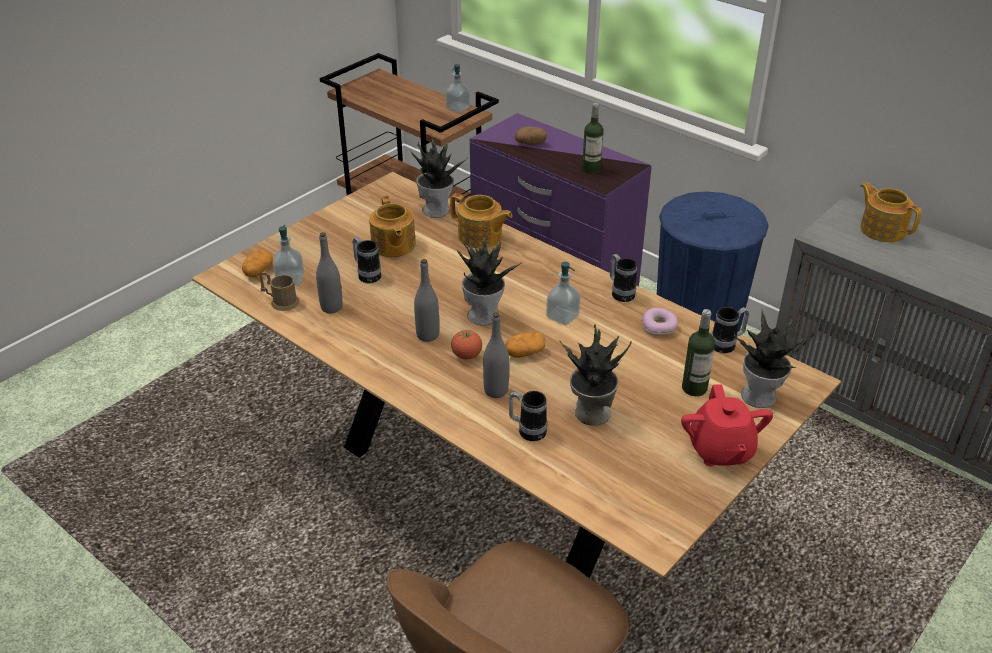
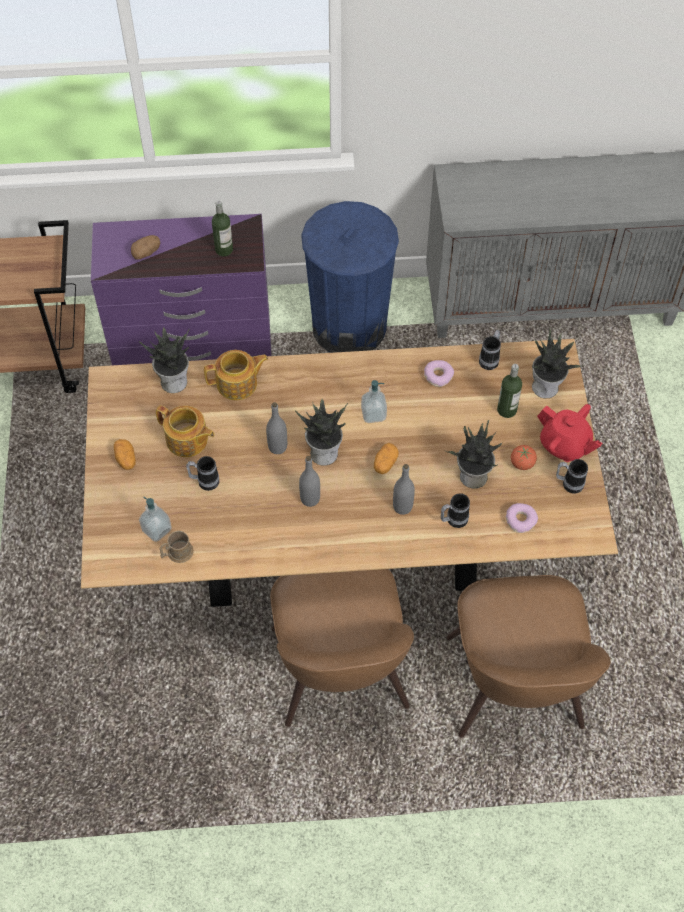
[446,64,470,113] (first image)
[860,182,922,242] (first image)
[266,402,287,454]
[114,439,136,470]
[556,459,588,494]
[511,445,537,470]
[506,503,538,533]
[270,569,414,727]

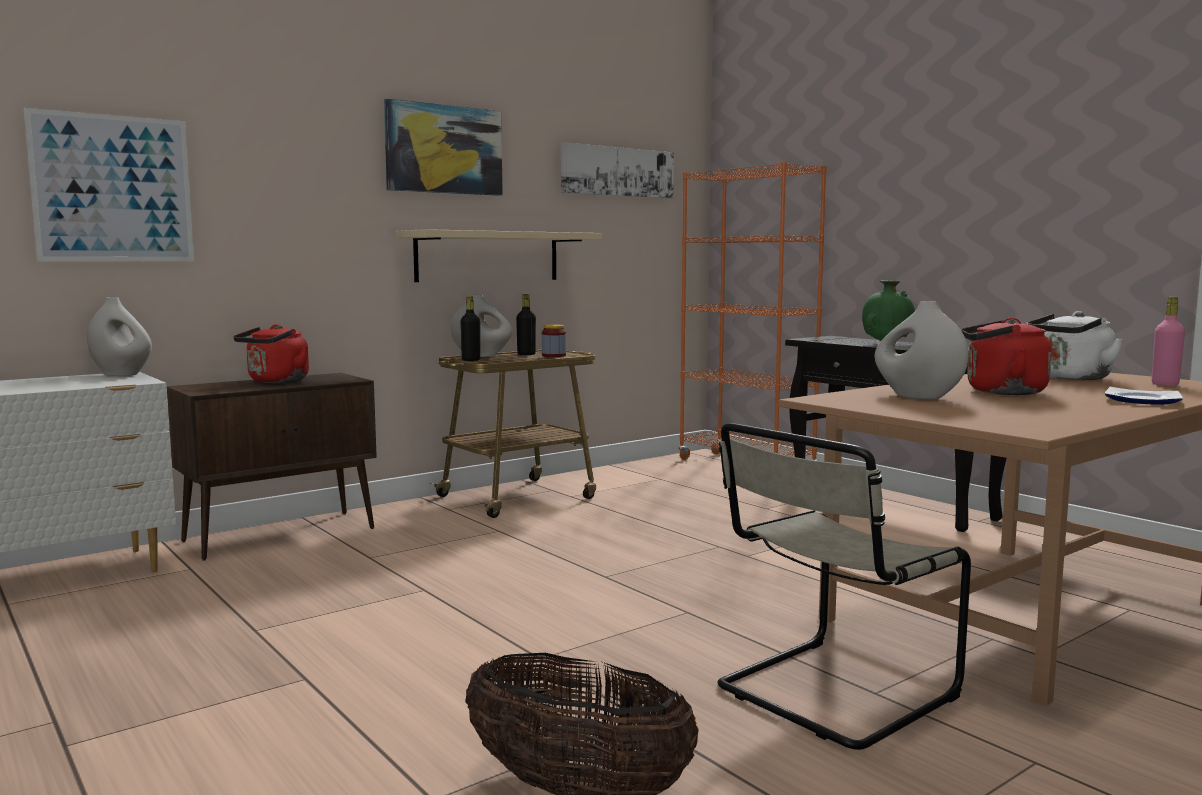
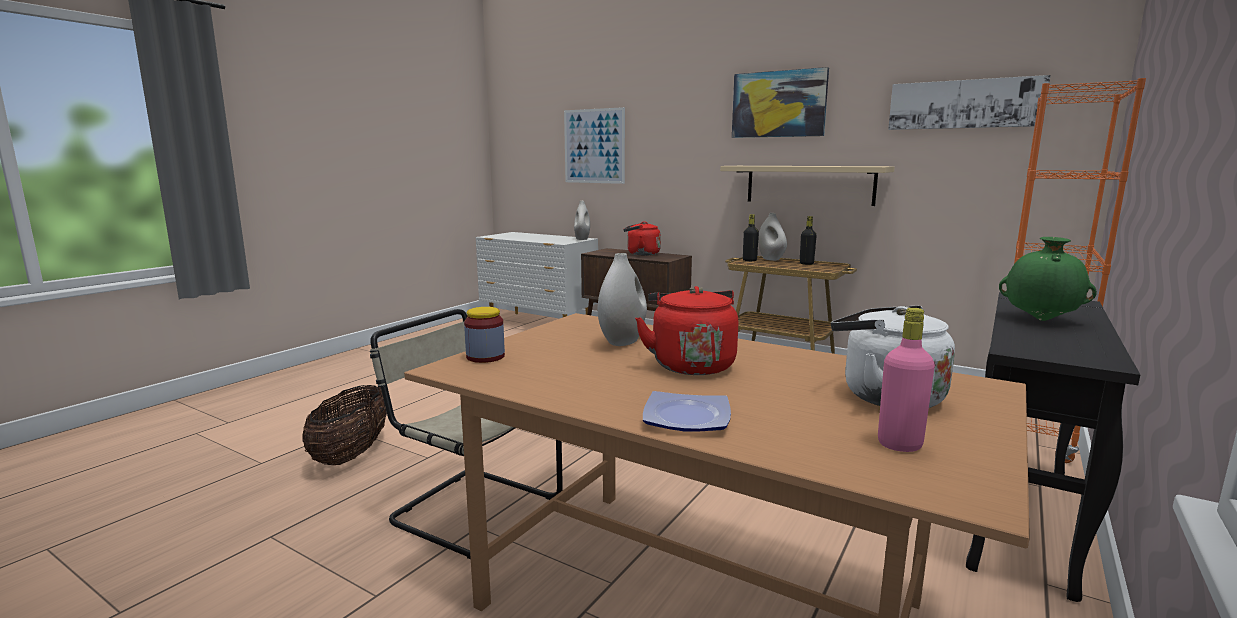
[464,307,505,363]

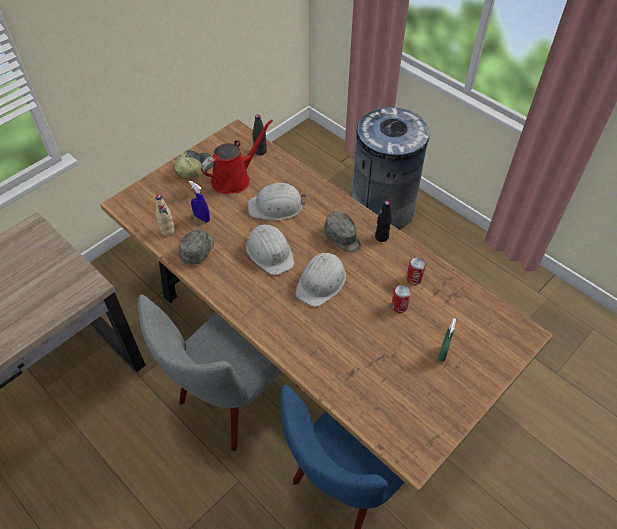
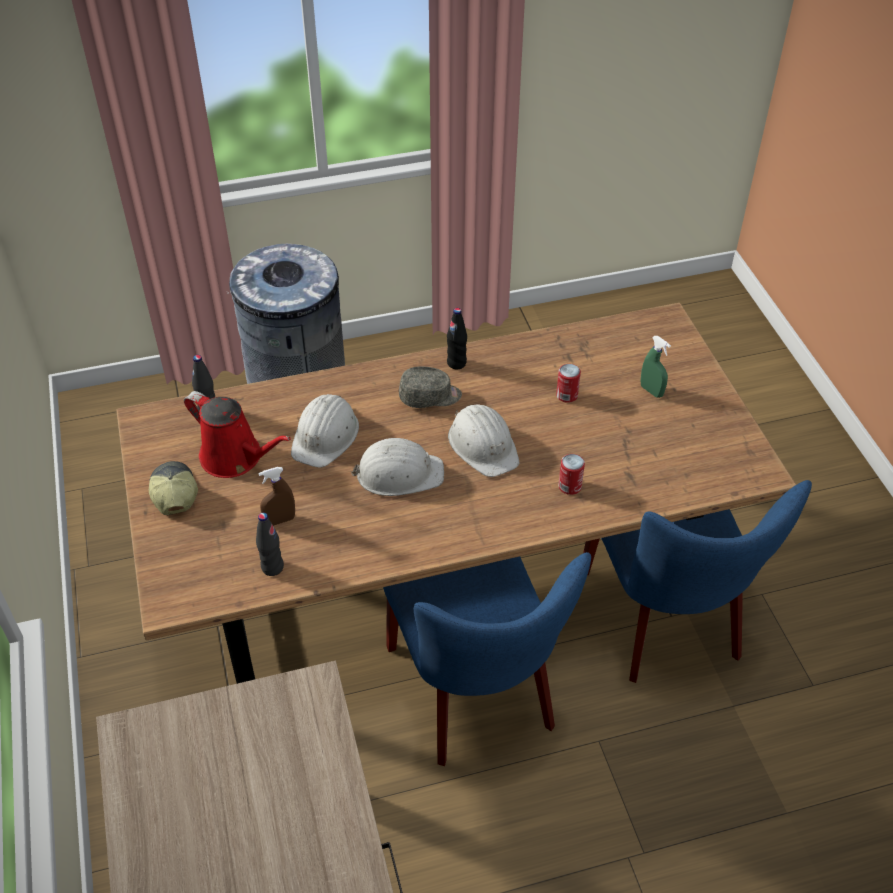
[184,391,291,478]
[258,467,295,526]
[256,513,284,576]
[179,229,214,265] (first image)
[558,454,585,495]
[383,552,591,766]

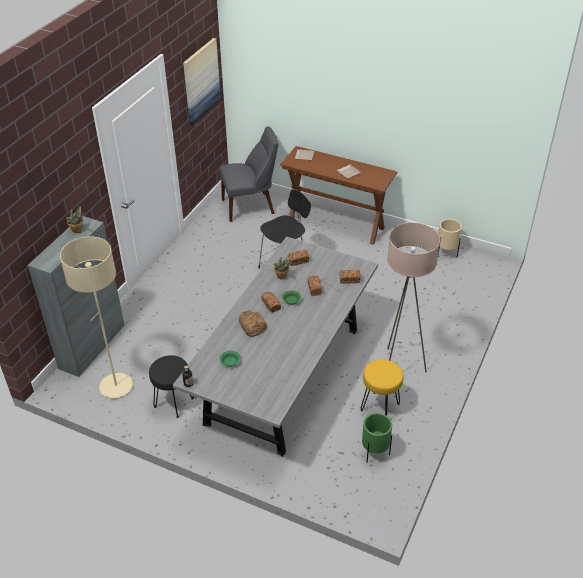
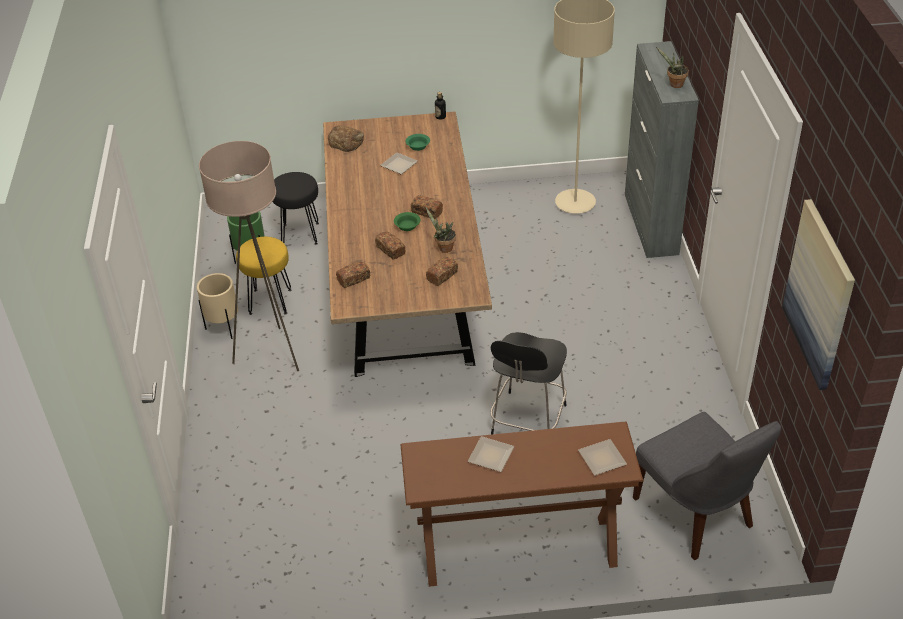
[633,412,781,560]
[197,273,238,339]
[323,112,492,377]
[328,125,364,152]
[273,172,319,245]
[380,152,418,174]

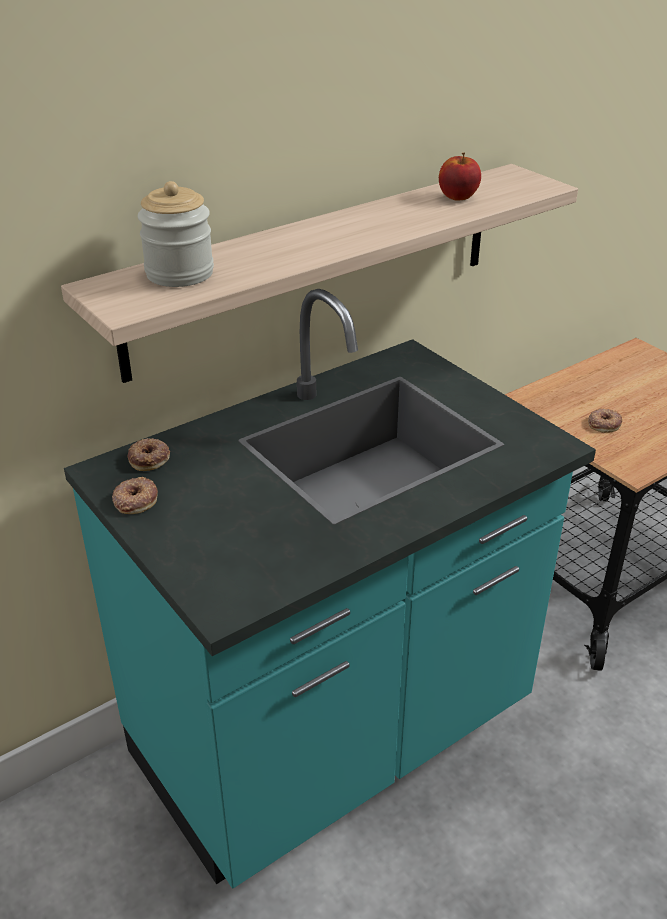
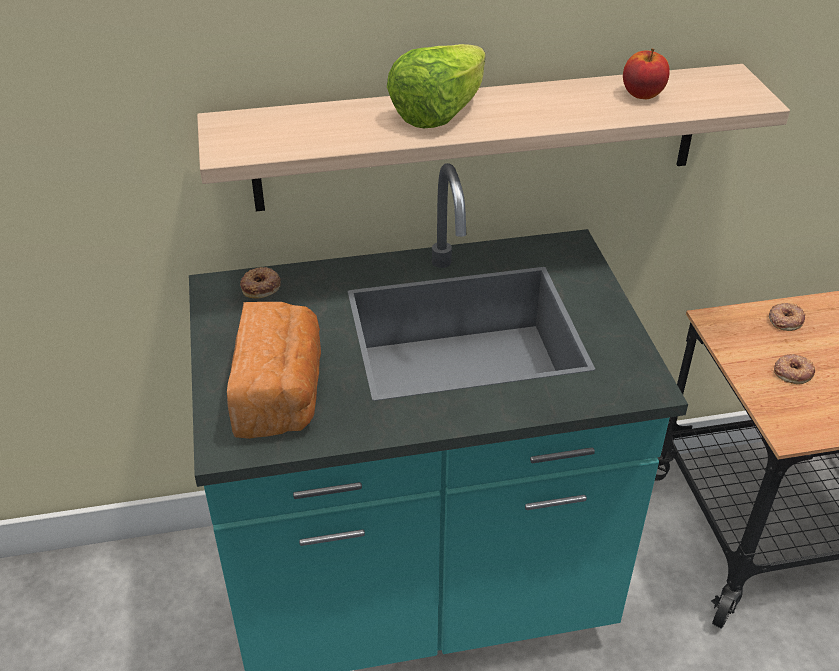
[138,181,214,287] (first image)
[769,303,805,331]
[387,44,485,129]
[227,302,321,439]

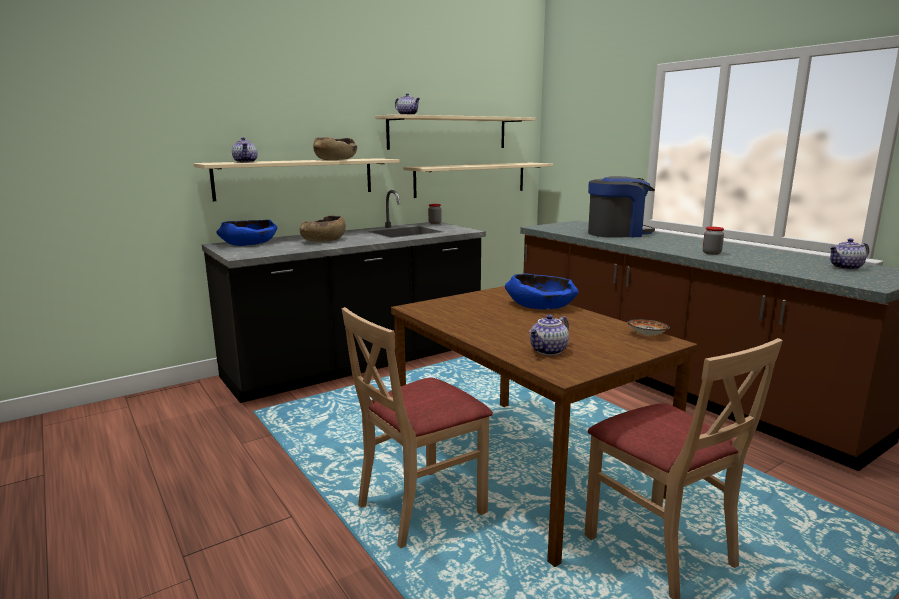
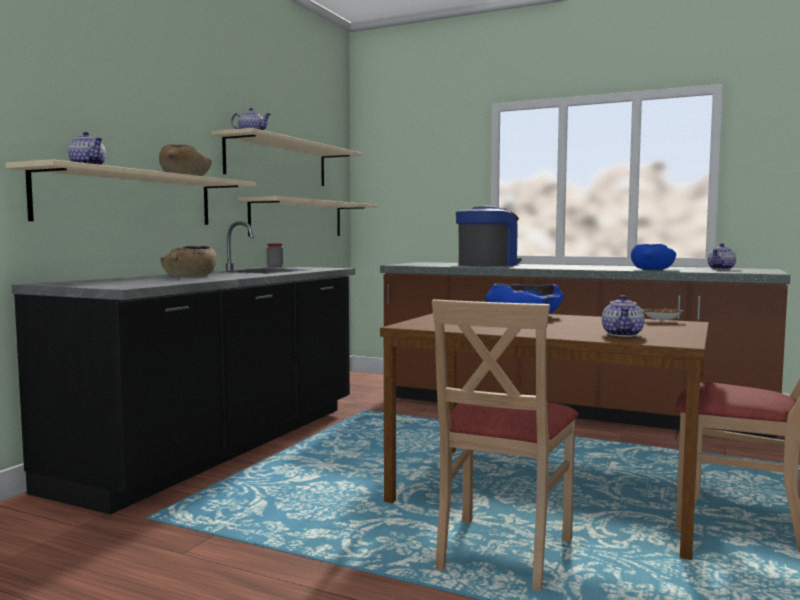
[631,244,676,270]
[703,227,724,255] (first image)

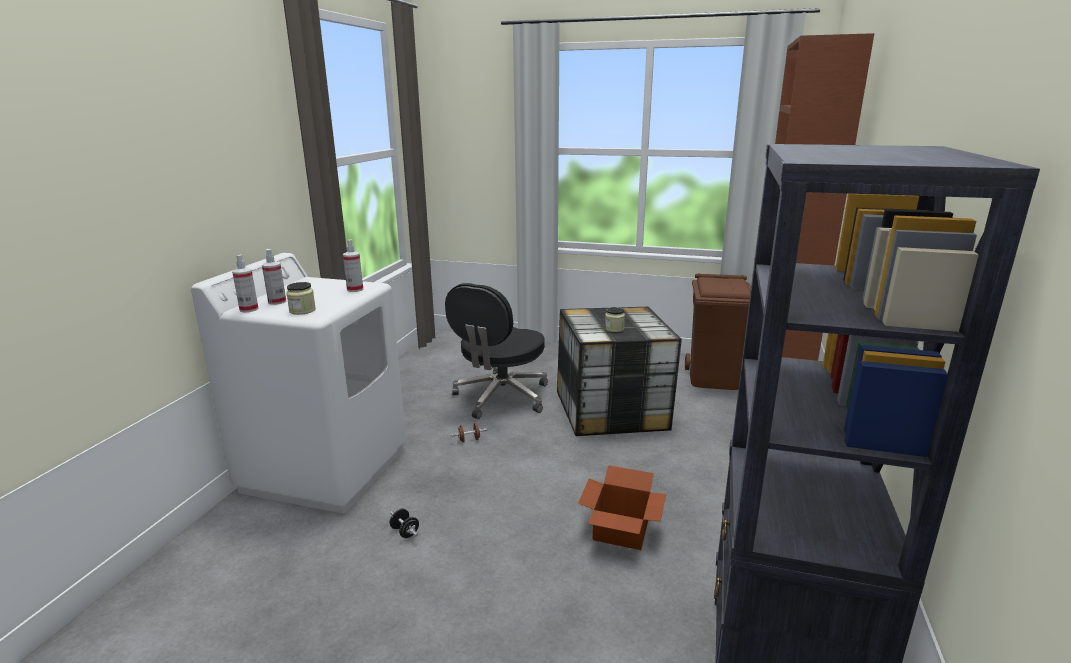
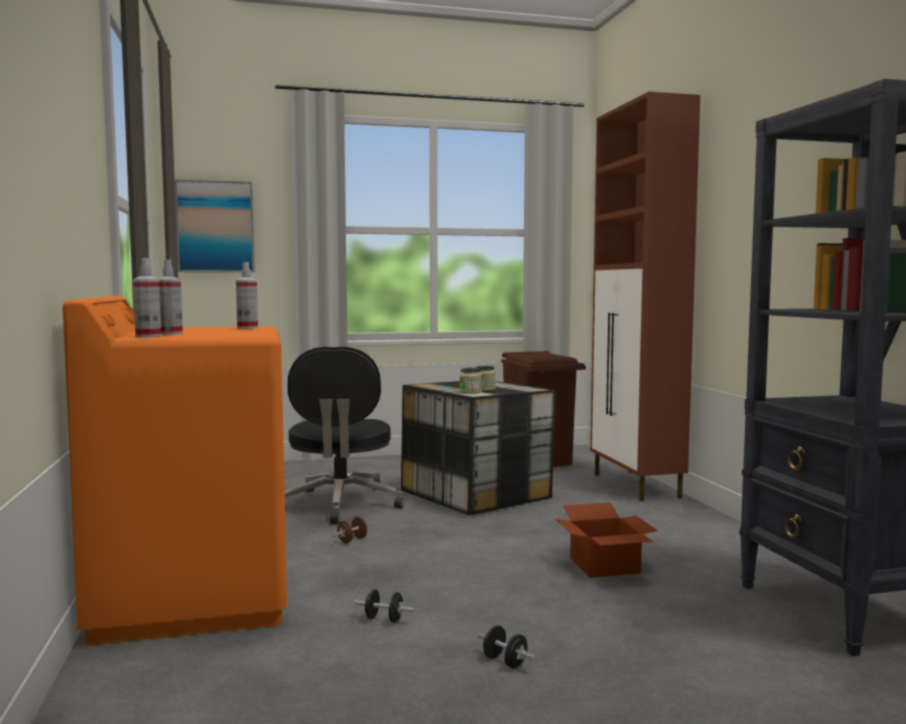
[63,296,287,646]
[460,368,482,394]
[175,179,255,272]
[478,625,535,668]

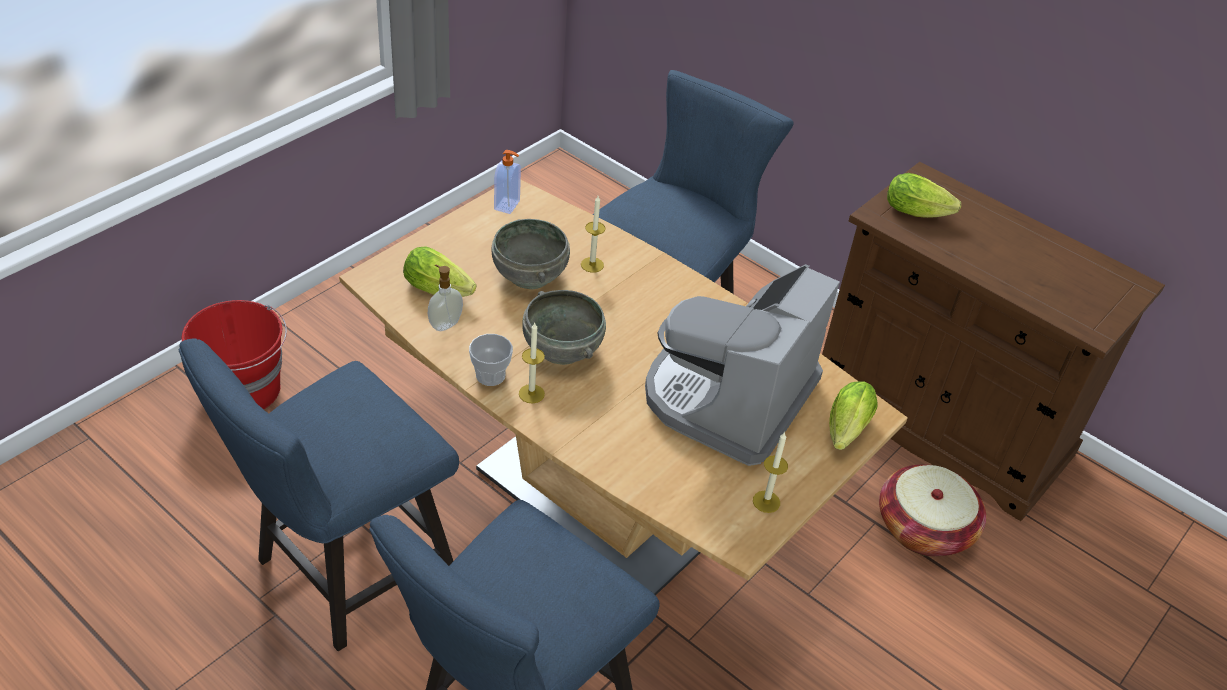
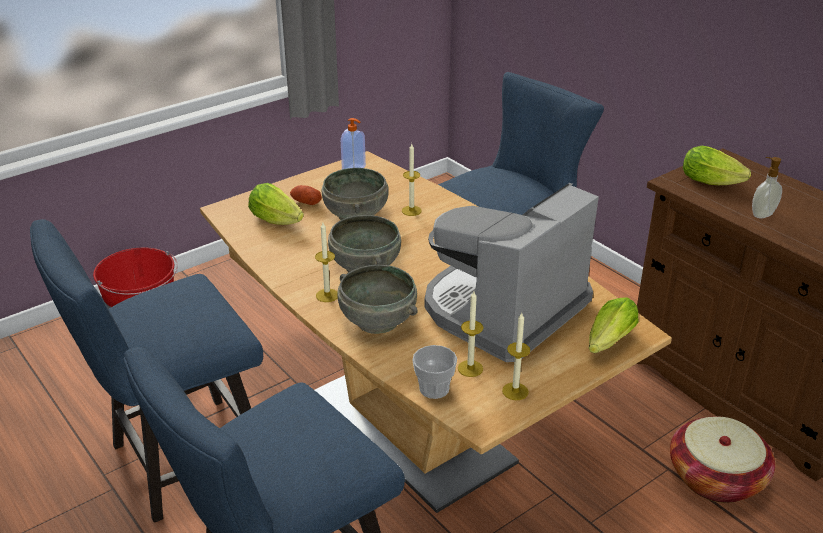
[752,157,782,219]
[413,345,457,399]
[290,185,322,205]
[338,265,418,334]
[458,291,484,377]

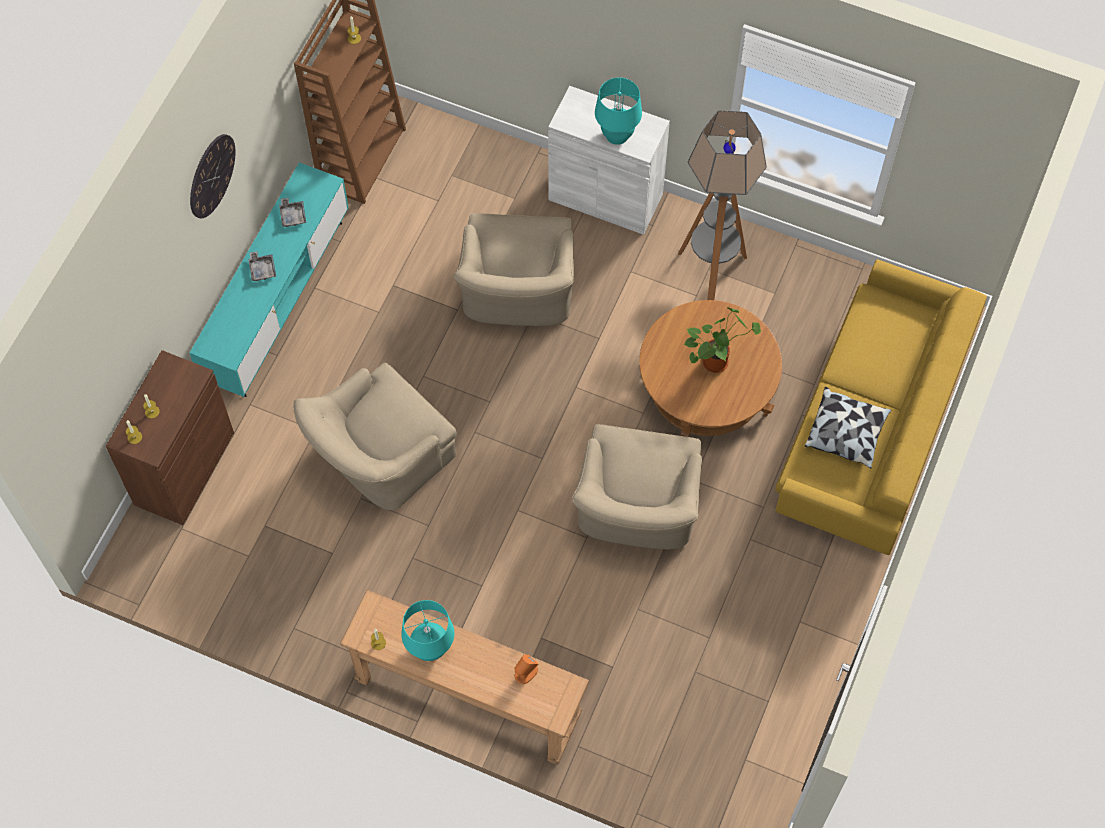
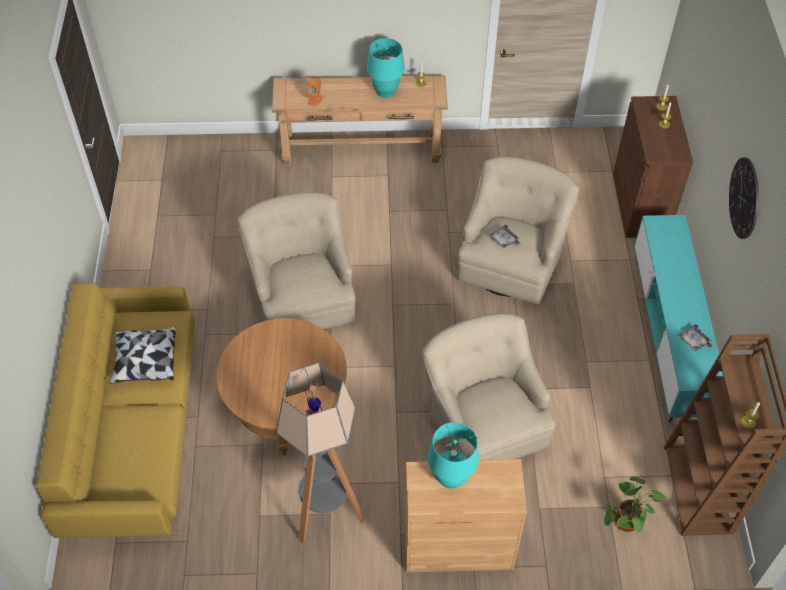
[404,459,527,573]
[490,224,522,248]
[604,475,666,533]

